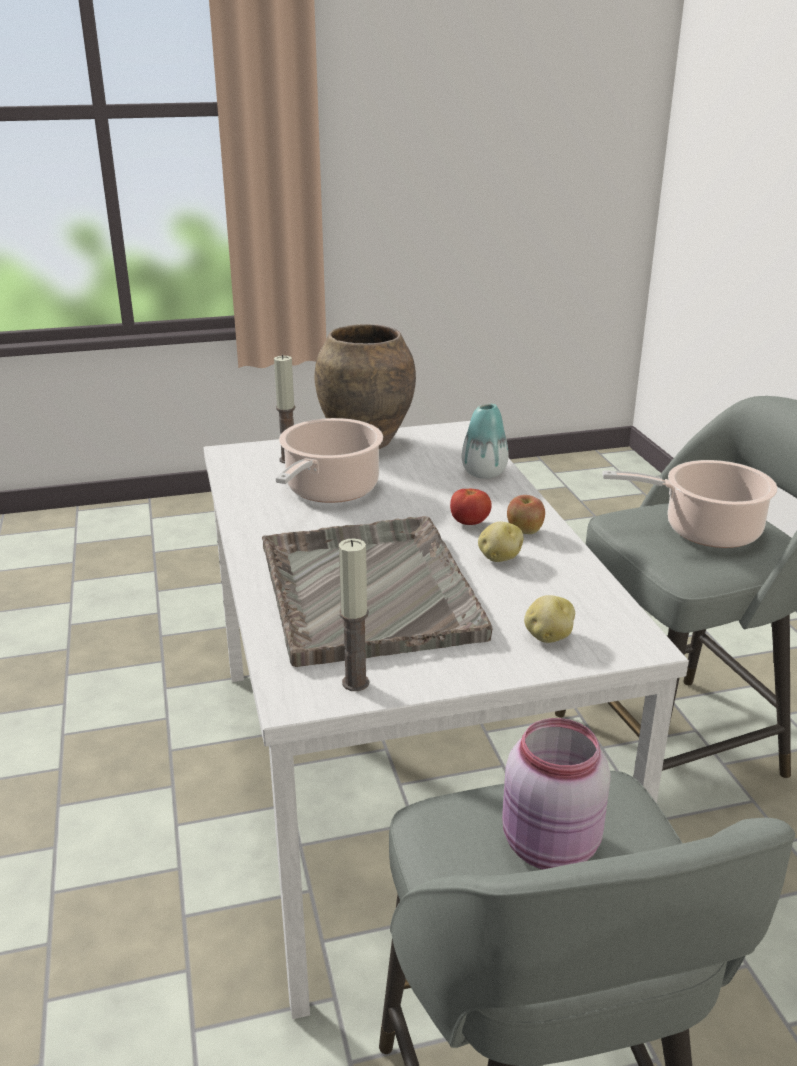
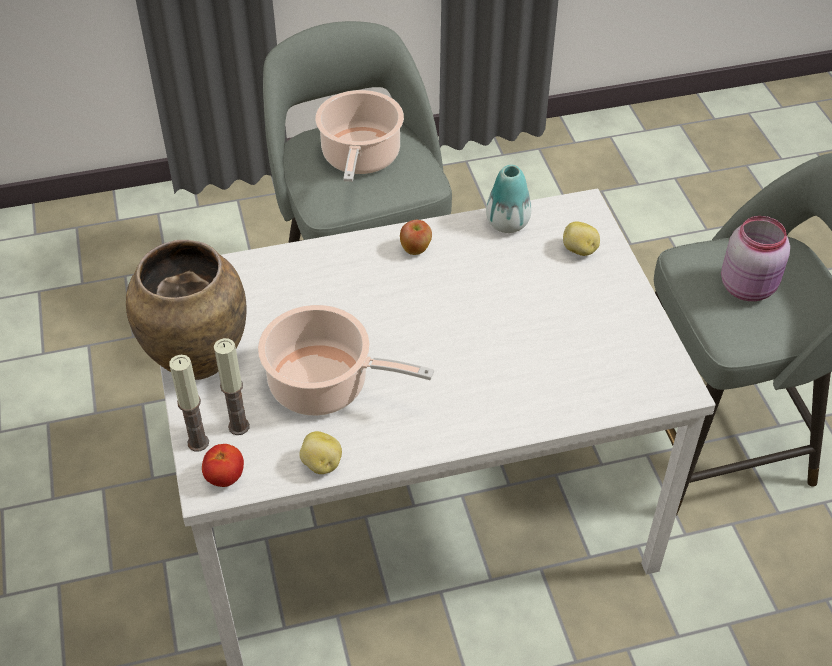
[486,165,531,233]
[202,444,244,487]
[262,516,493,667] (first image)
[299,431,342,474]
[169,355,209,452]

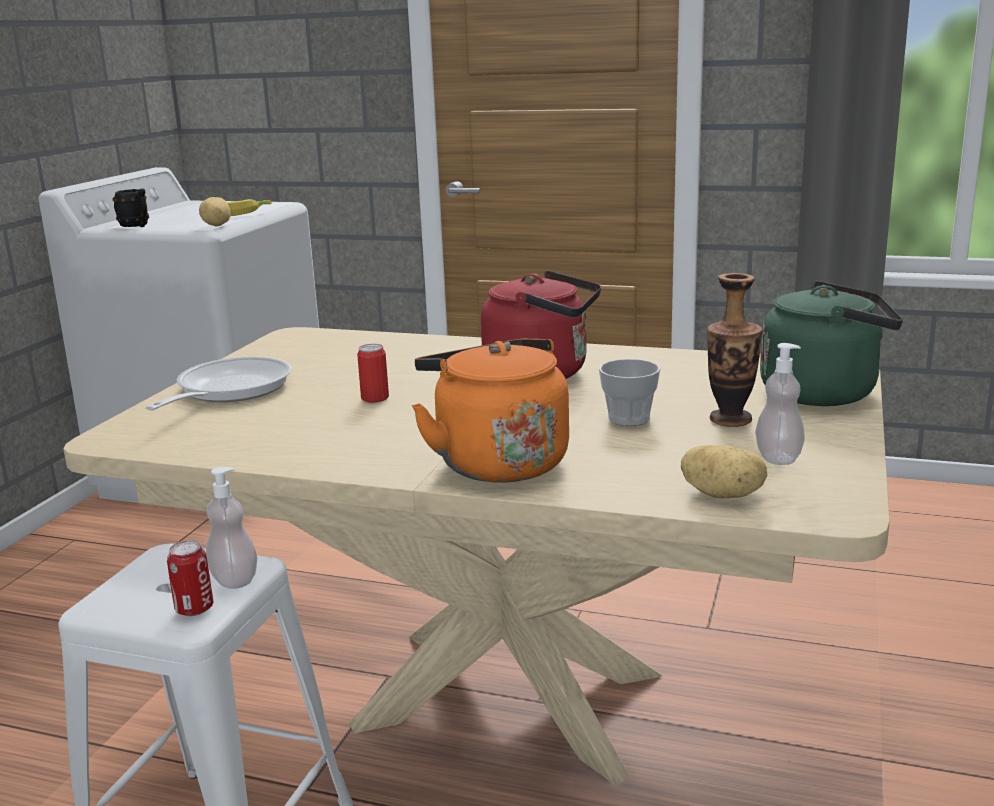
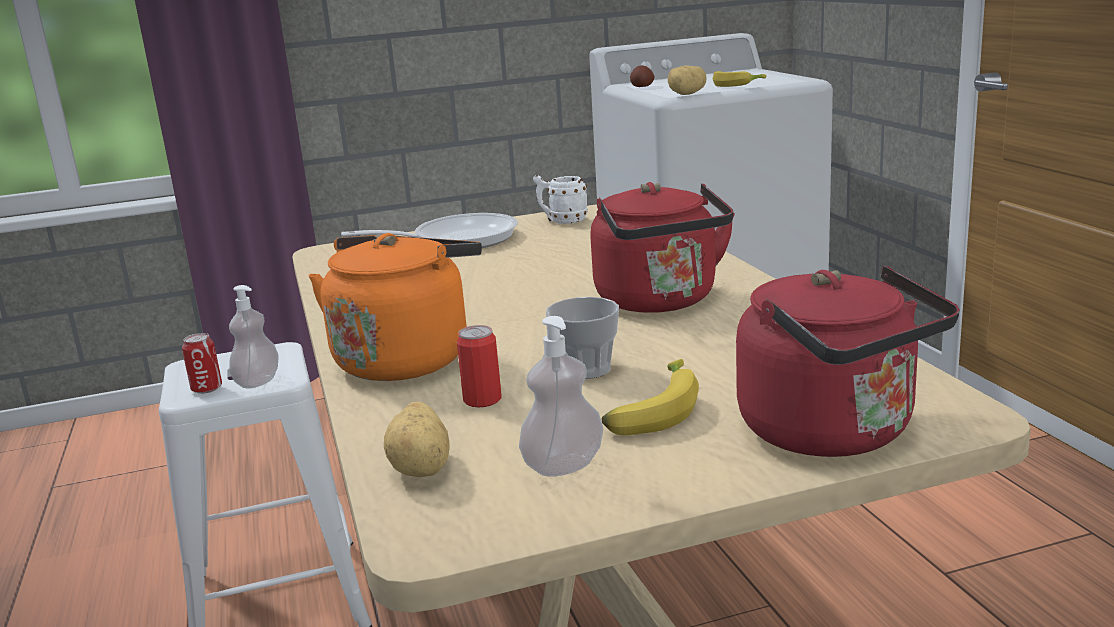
[630,65,655,87]
[602,359,699,435]
[736,266,959,457]
[457,325,502,408]
[533,175,588,224]

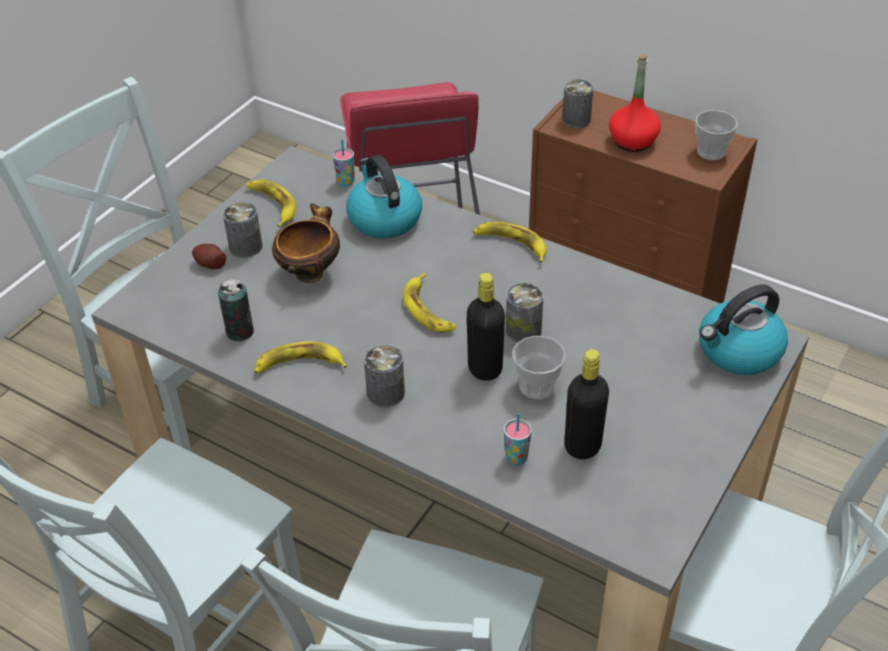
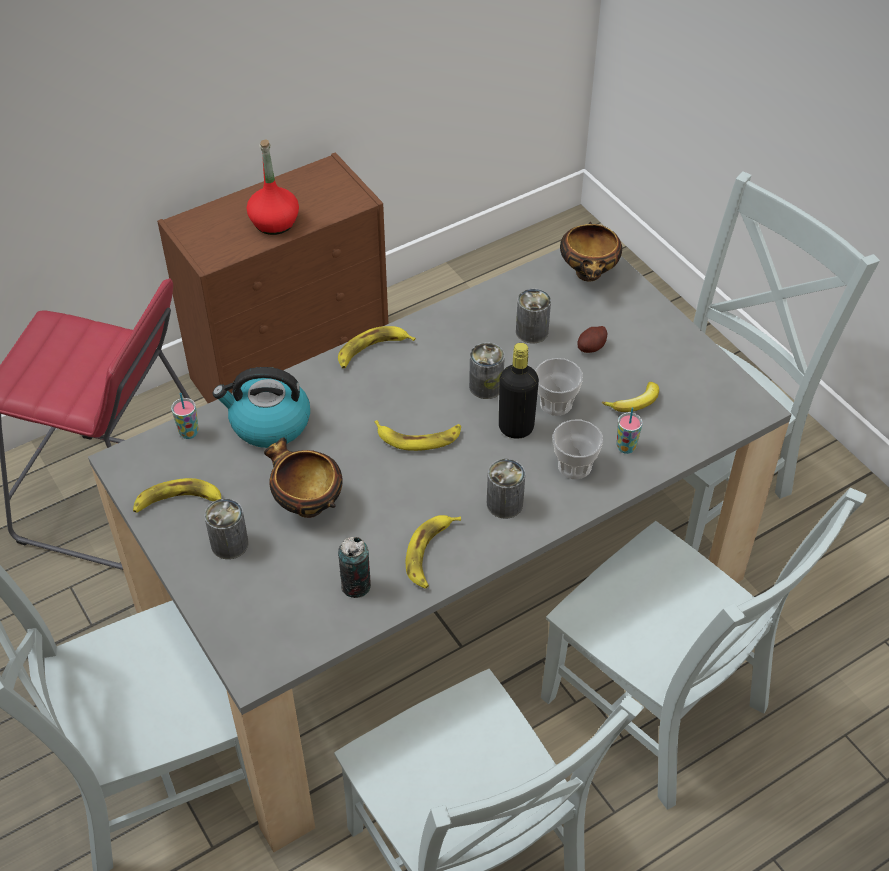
[516,288,551,344]
[553,420,603,479]
[577,326,607,353]
[560,222,622,282]
[602,382,659,412]

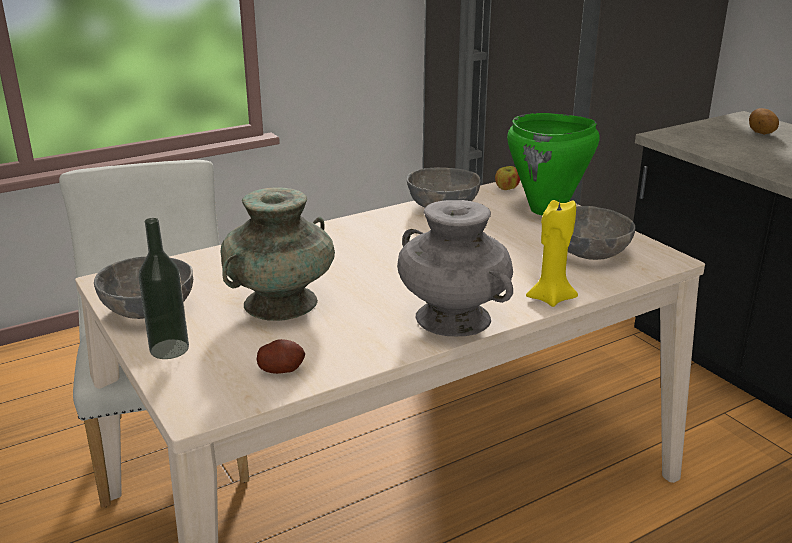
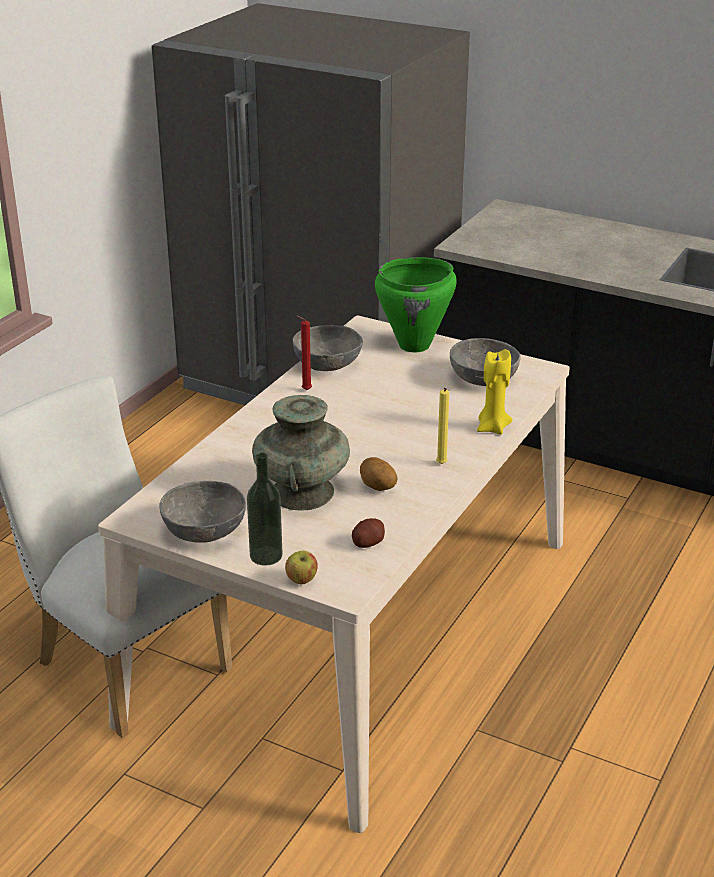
[360,457,398,491]
[285,551,318,584]
[436,388,449,464]
[297,316,312,390]

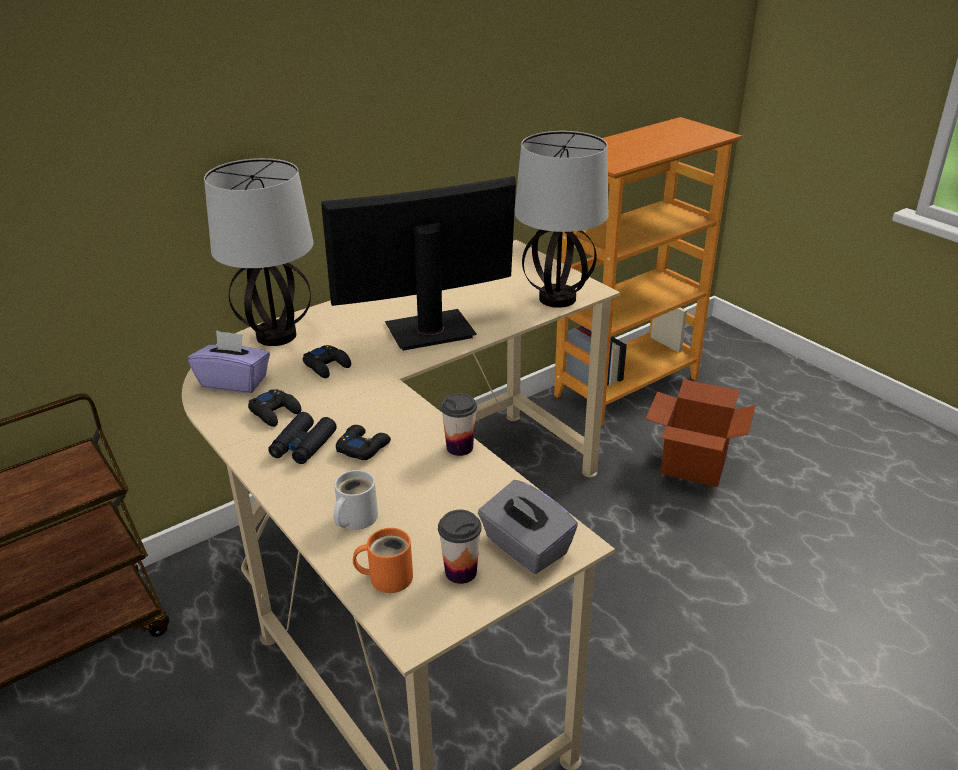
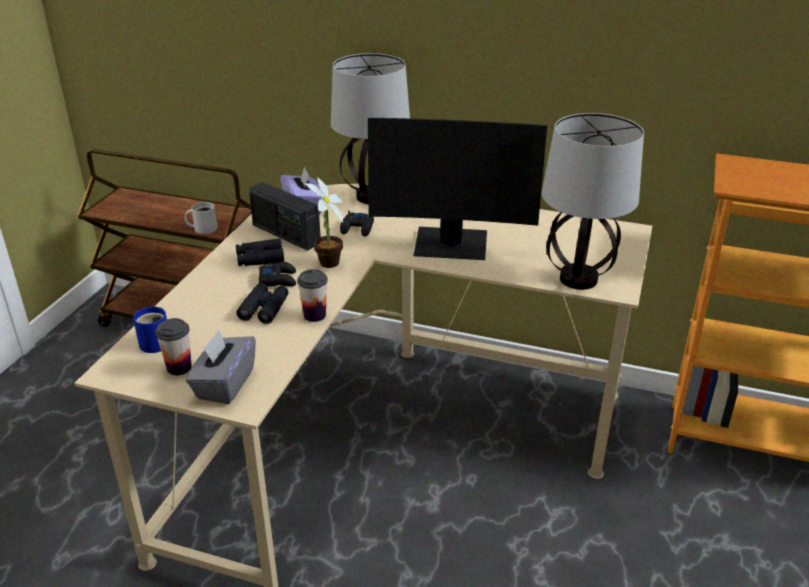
[368,118,547,260]
[646,379,756,487] (first image)
[249,182,321,251]
[185,202,217,234]
[133,307,167,353]
[305,177,343,268]
[236,283,288,324]

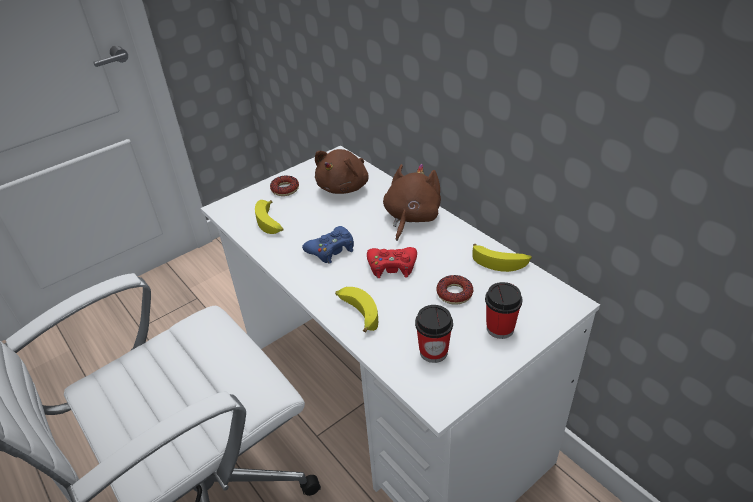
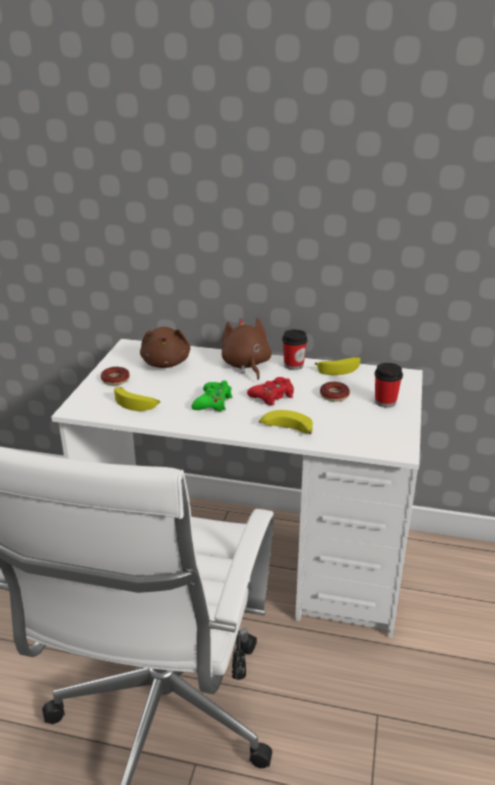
[191,380,233,411]
[282,329,307,370]

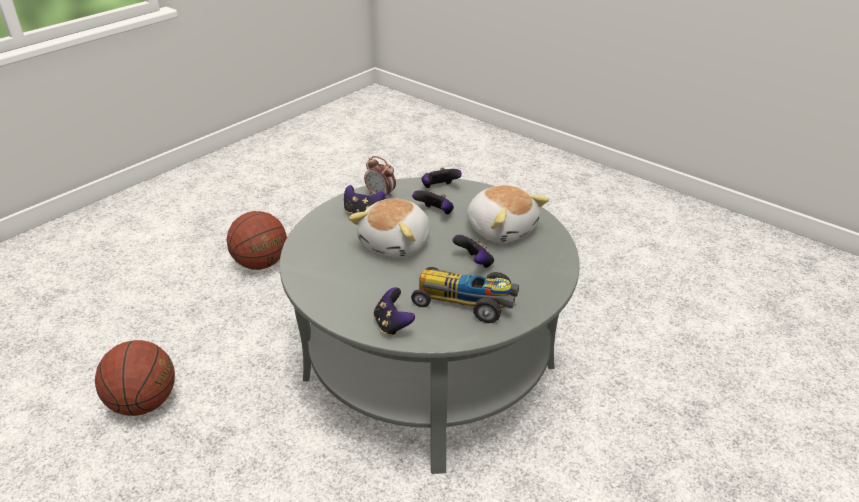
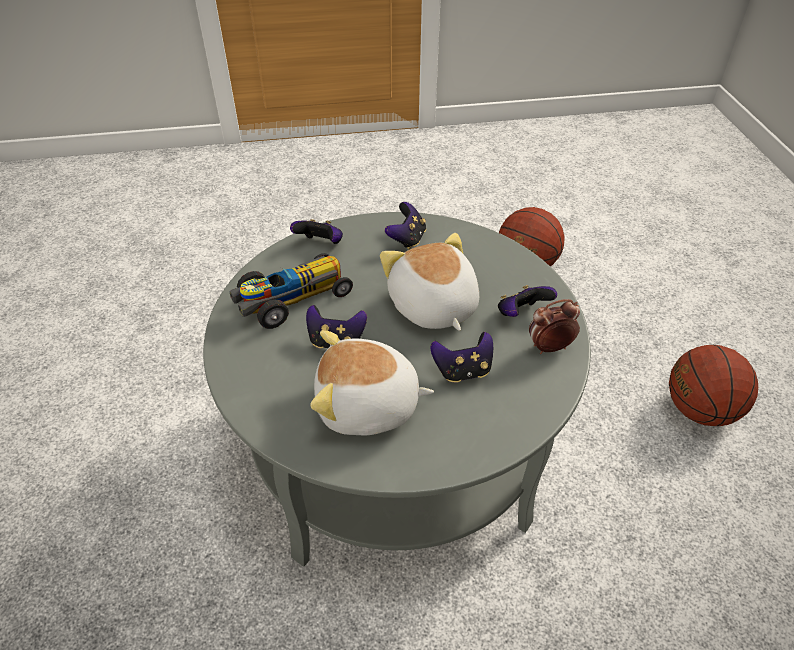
[385,202,426,250]

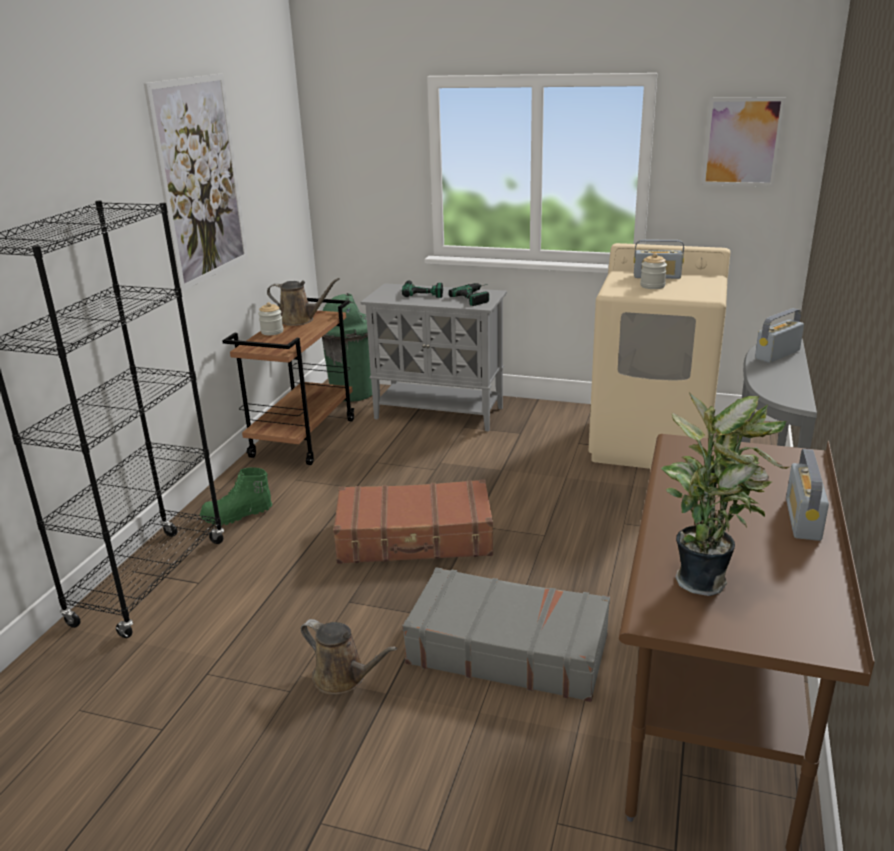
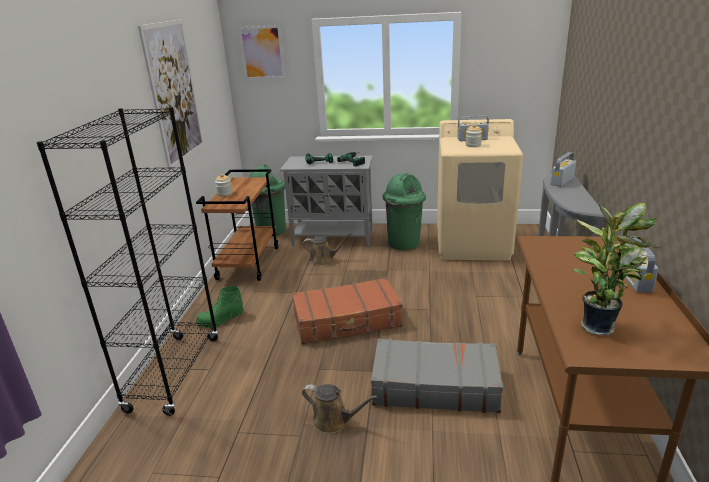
[239,25,285,79]
[303,233,352,266]
[382,173,426,250]

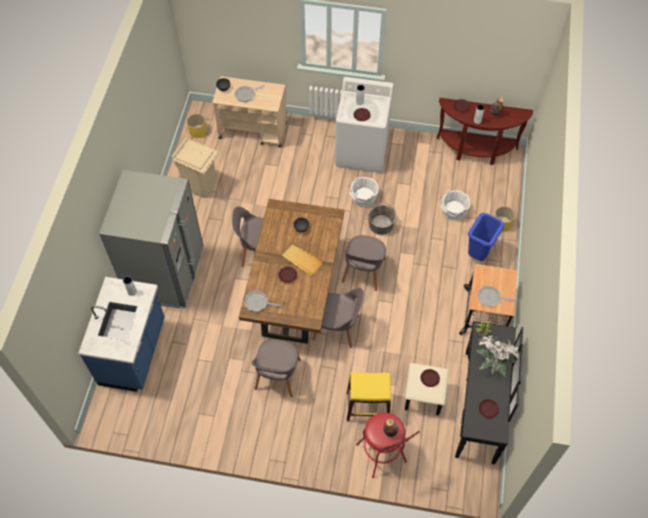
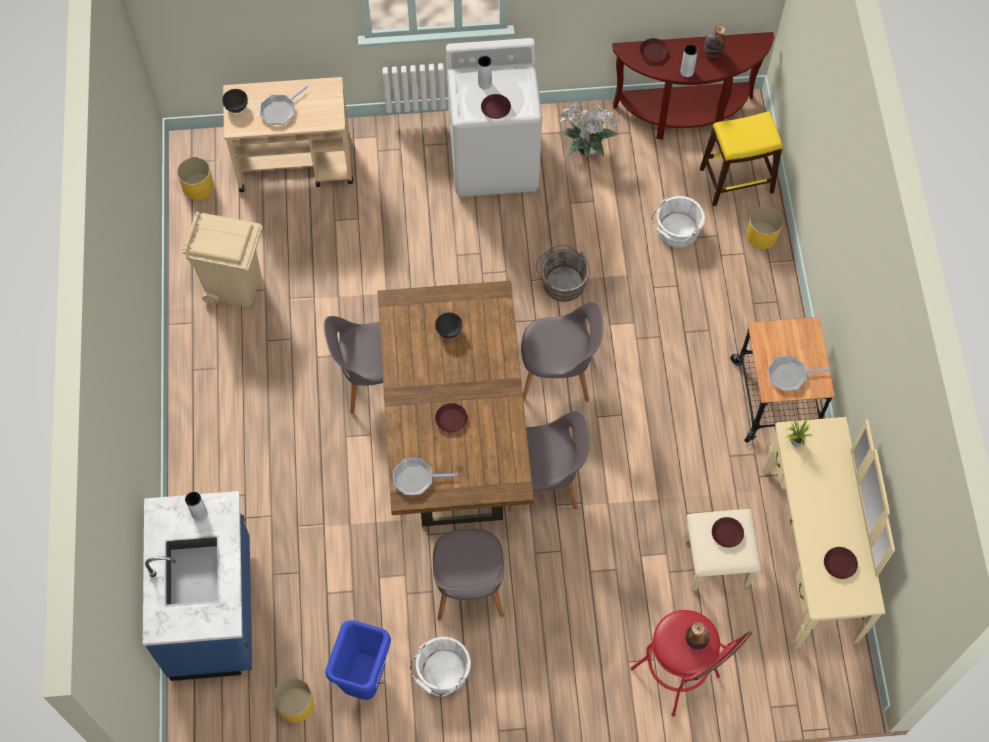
[99,170,204,309] (first image)
[410,637,471,697]
[325,620,391,700]
[521,302,603,402]
[281,242,324,276] (first image)
[685,417,895,649]
[557,104,620,158]
[700,112,783,206]
[273,678,314,723]

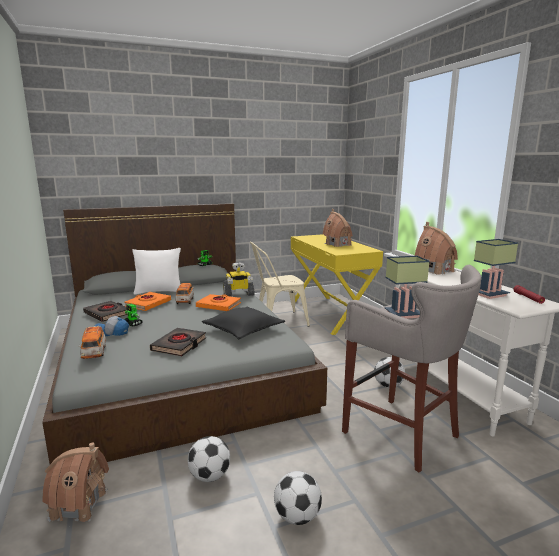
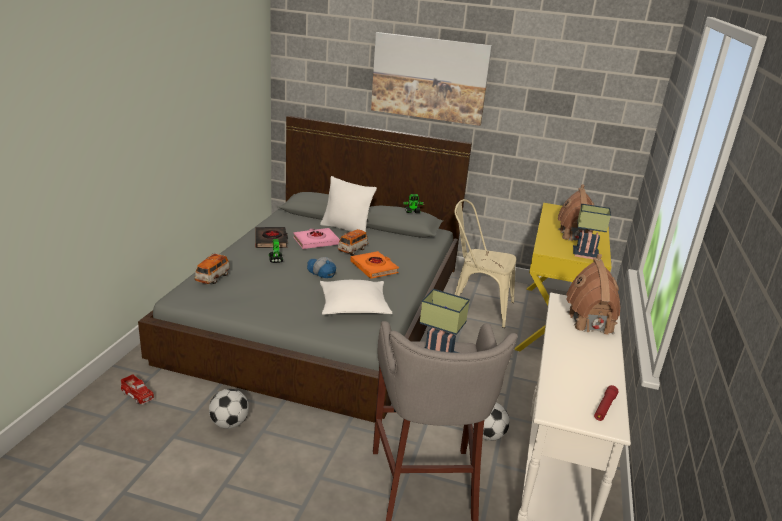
[573,204,611,260]
[223,262,255,297] (first image)
[293,228,340,249]
[320,280,392,315]
[307,257,336,278]
[150,328,207,356] (first image)
[120,374,155,405]
[274,471,322,525] (first image)
[371,32,492,126]

